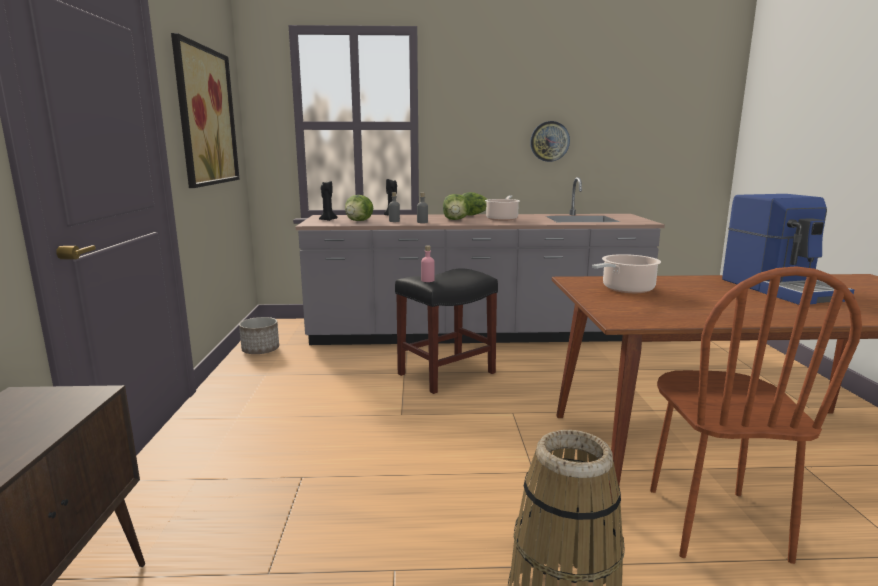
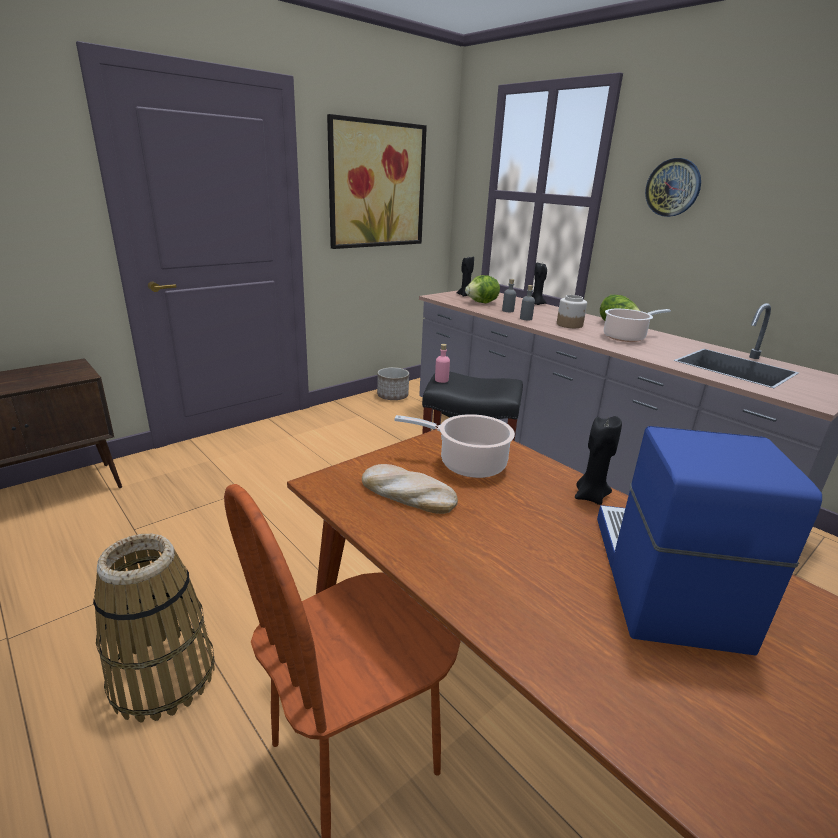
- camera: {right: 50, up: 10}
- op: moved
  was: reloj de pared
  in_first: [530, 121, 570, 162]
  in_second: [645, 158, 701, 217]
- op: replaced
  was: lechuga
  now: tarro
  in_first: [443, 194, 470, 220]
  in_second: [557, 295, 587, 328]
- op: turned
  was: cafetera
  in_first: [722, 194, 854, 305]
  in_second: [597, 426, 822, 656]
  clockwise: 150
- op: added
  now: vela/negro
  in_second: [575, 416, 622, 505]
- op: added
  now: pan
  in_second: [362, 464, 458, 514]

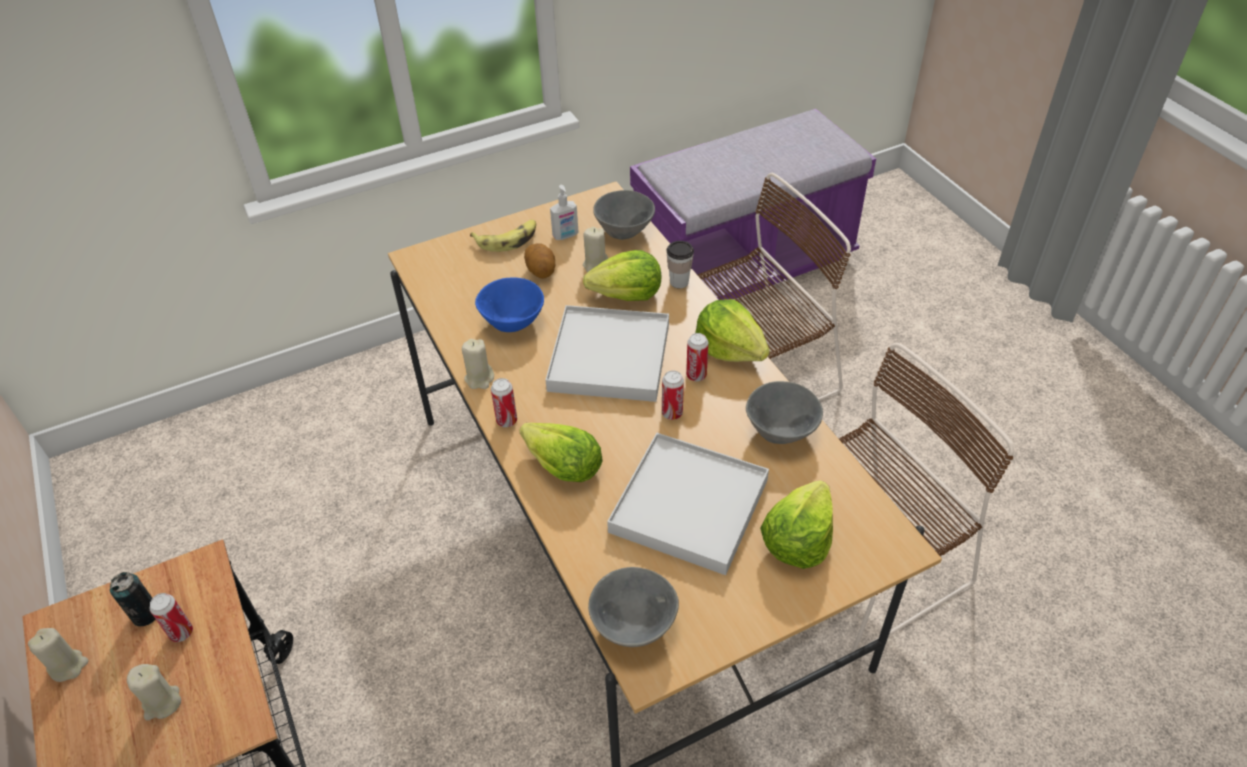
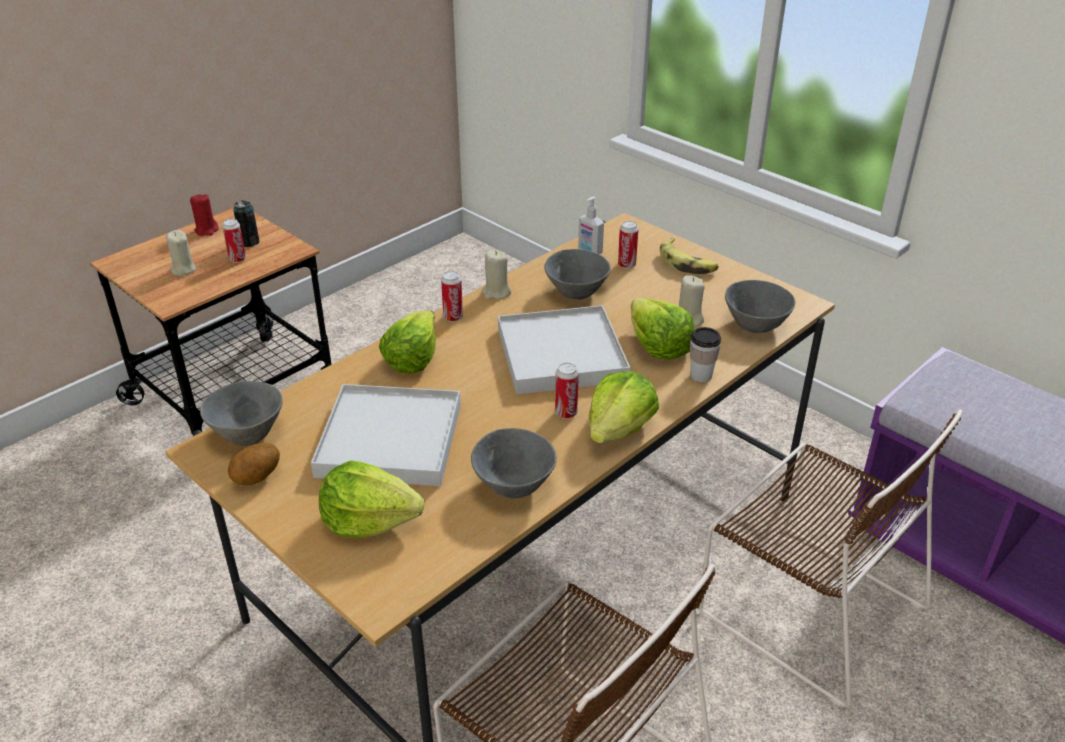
- camera: {right: 70, up: -10}
- op: moved
  was: dispensador de jabón
  in_first: [550, 185, 579, 240]
  in_second: [578, 196, 604, 254]
- op: moved
  was: patata
  in_first: [524, 243, 555, 278]
  in_second: [228, 442, 280, 485]
- op: recoloured
  was: cuenco/azul
  now: cuenco/gris
  in_first: [475, 278, 544, 332]
  in_second: [544, 249, 611, 300]
- op: moved
  was: lata
  in_first: [662, 371, 684, 420]
  in_second: [618, 221, 639, 269]
- op: recoloured
  was: vela/beis
  now: vela/rojo
  in_first: [28, 628, 88, 682]
  in_second: [190, 194, 219, 236]

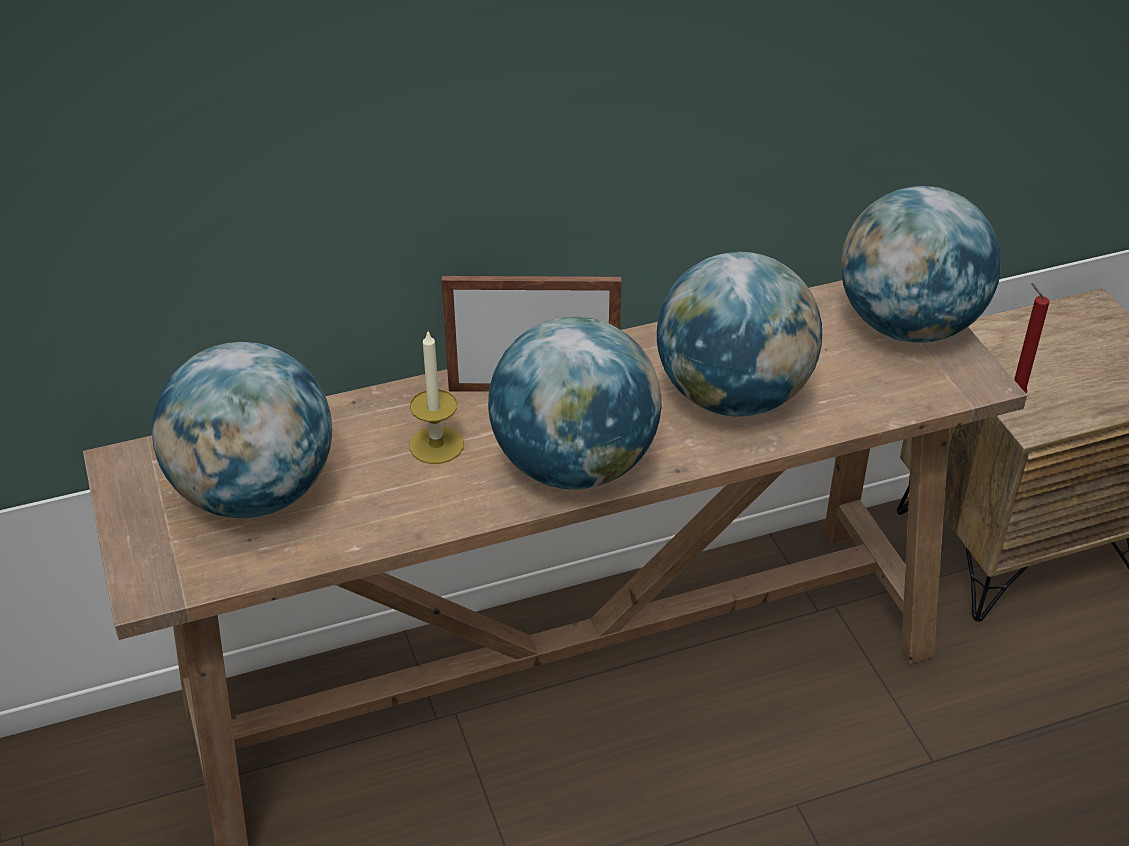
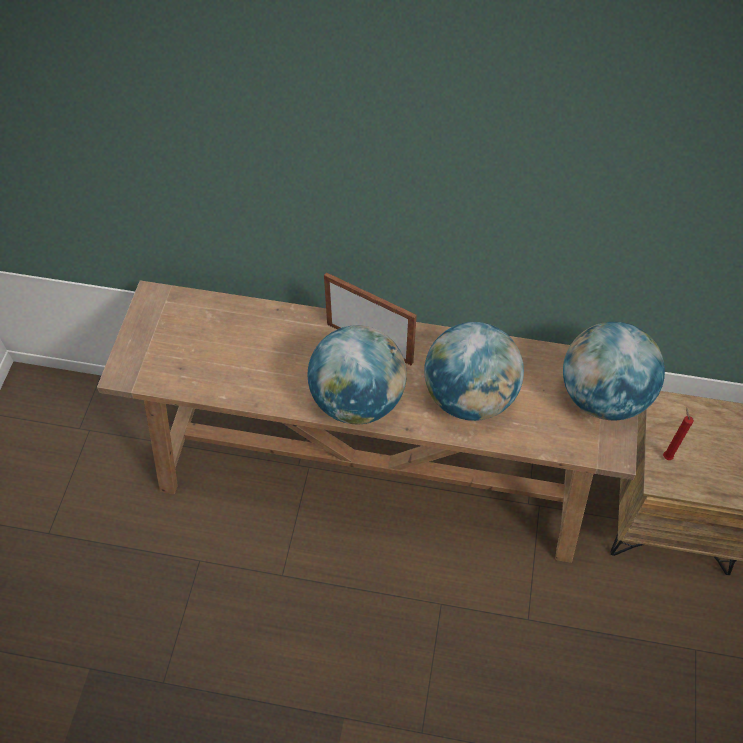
- camera: {right: 30, up: 15}
- op: removed
  was: vela
  in_first: [409, 332, 464, 464]
- op: removed
  was: globo terráqueo
  in_first: [152, 342, 332, 518]

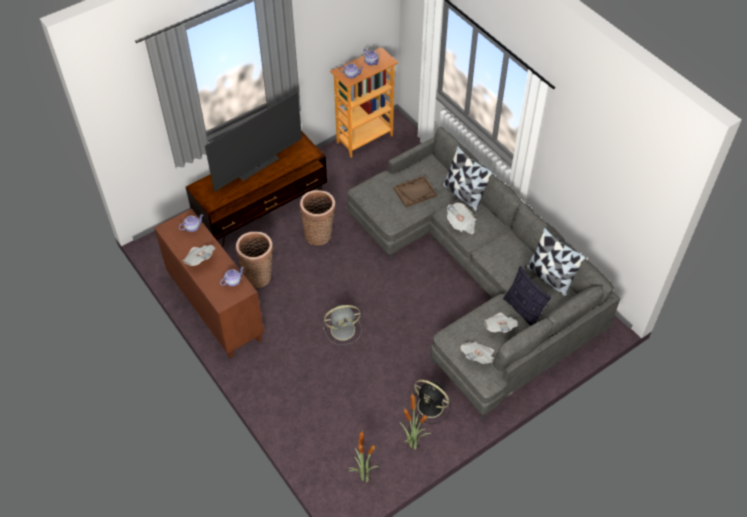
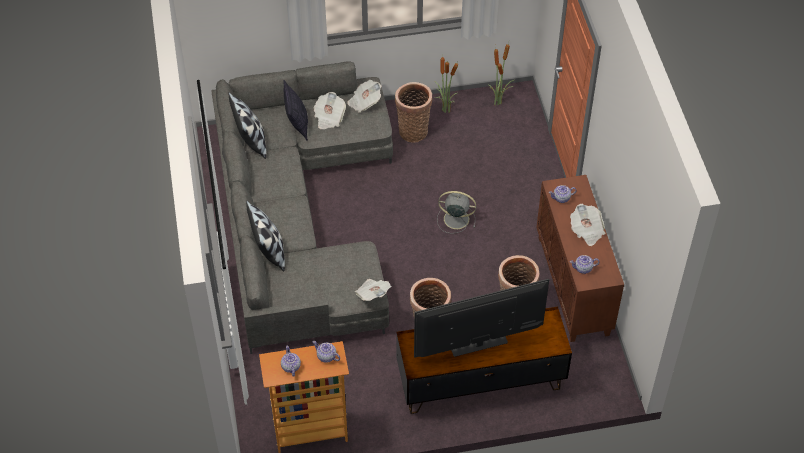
- camera: {right: -155, up: 0}
- op: removed
  was: bandeja/marrón
  in_first: [394, 175, 437, 207]
- op: moved
  was: periódico
  in_first: [447, 203, 476, 234]
  in_second: [355, 279, 391, 301]
- op: replaced
  was: ventilador/negro
  now: cesta
  in_first: [412, 380, 451, 424]
  in_second: [395, 82, 432, 143]

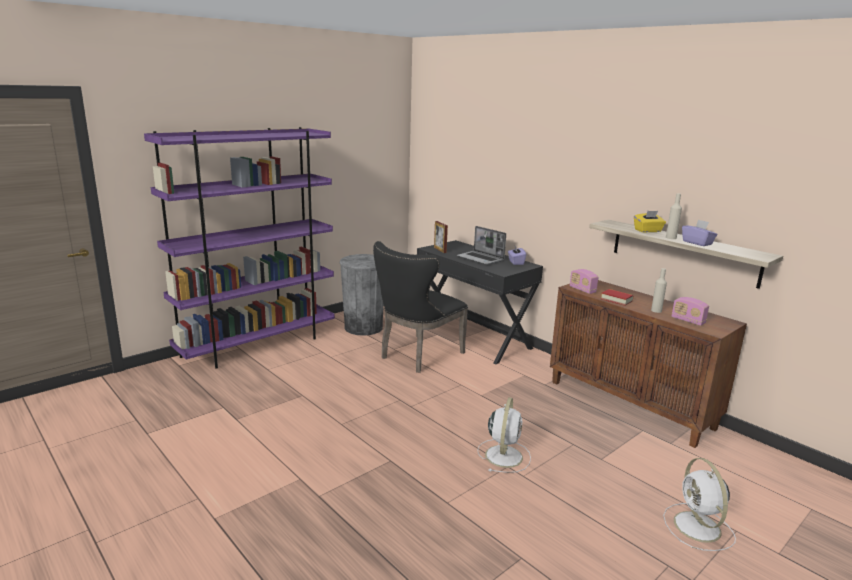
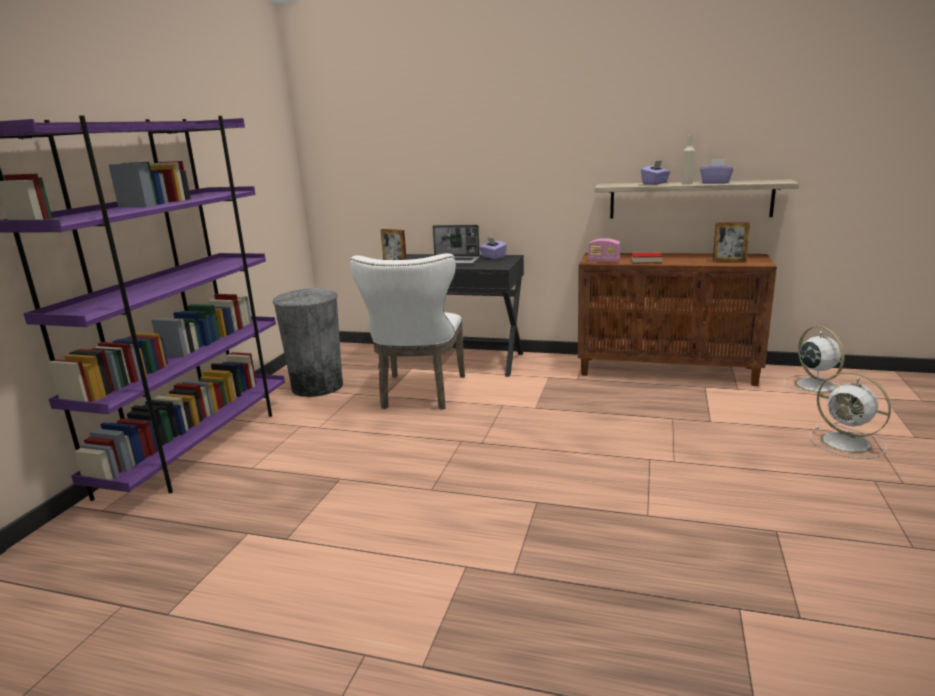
- camera: {right: -30, up: 0}
- op: recoloured
  was: caja de pañuelos/amarillo
  now: caja de pañuelos/morado
  in_first: [634, 211, 666, 233]
  in_second: [641, 160, 671, 185]
- op: recoloured
  was: silla/negro
  now: silla/blanco
  in_first: [373, 241, 468, 373]
  in_second: [350, 253, 465, 410]
- op: removed
  was: botella/beis
  in_first: [651, 268, 667, 313]
- op: replaced
  was: radio
  now: portarretratos
  in_first: [672, 297, 709, 326]
  in_second: [713, 222, 750, 263]
- op: moved
  was: ventilador/blanco
  in_first: [478, 397, 531, 473]
  in_second: [783, 326, 844, 397]

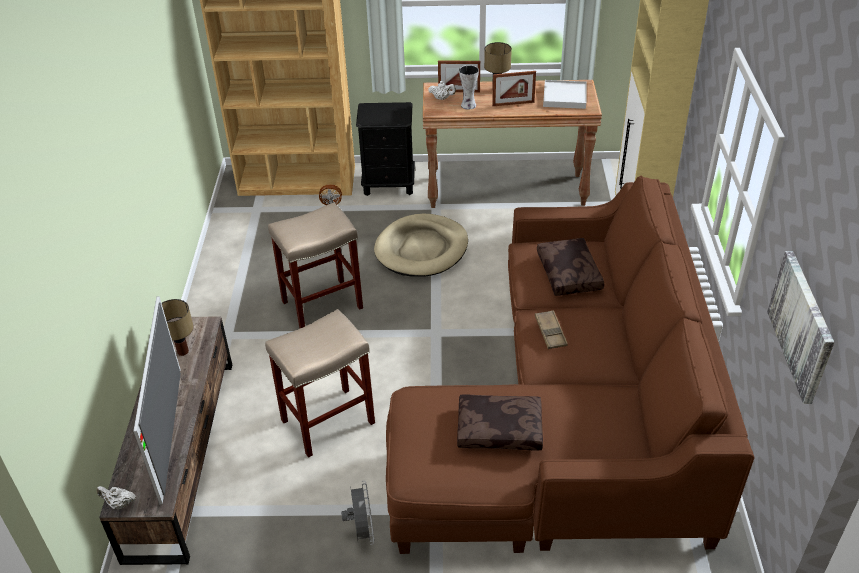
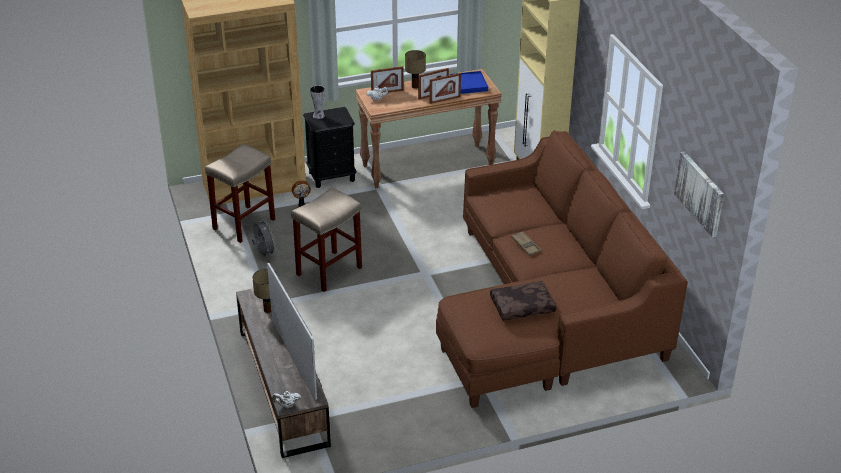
- camera: {right: -20, up: -5}
- op: moved
  was: florero
  in_first: [459, 65, 479, 110]
  in_second: [310, 85, 325, 119]
- op: recoloured
  was: bandeja/blanco
  now: bandeja/azul
  in_first: [543, 80, 587, 109]
  in_second: [449, 71, 488, 94]
- op: removed
  was: cama para perro/beis
  in_first: [374, 213, 468, 277]
- op: removed
  was: cojín/marrón
  in_first: [537, 238, 604, 296]
- op: moved
  was: taburete/beis
  in_first: [265, 309, 375, 458]
  in_second: [205, 144, 275, 243]
- op: moved
  was: ventilador/gris
  in_first: [341, 481, 374, 545]
  in_second: [252, 219, 276, 256]
- op: added
  now: portarretratos
  in_second: [430, 73, 461, 104]

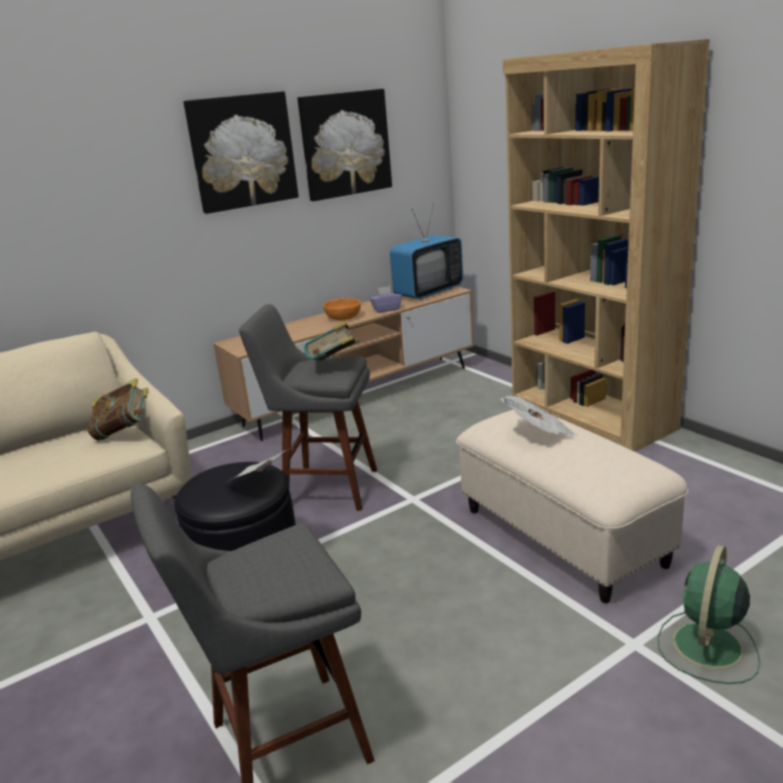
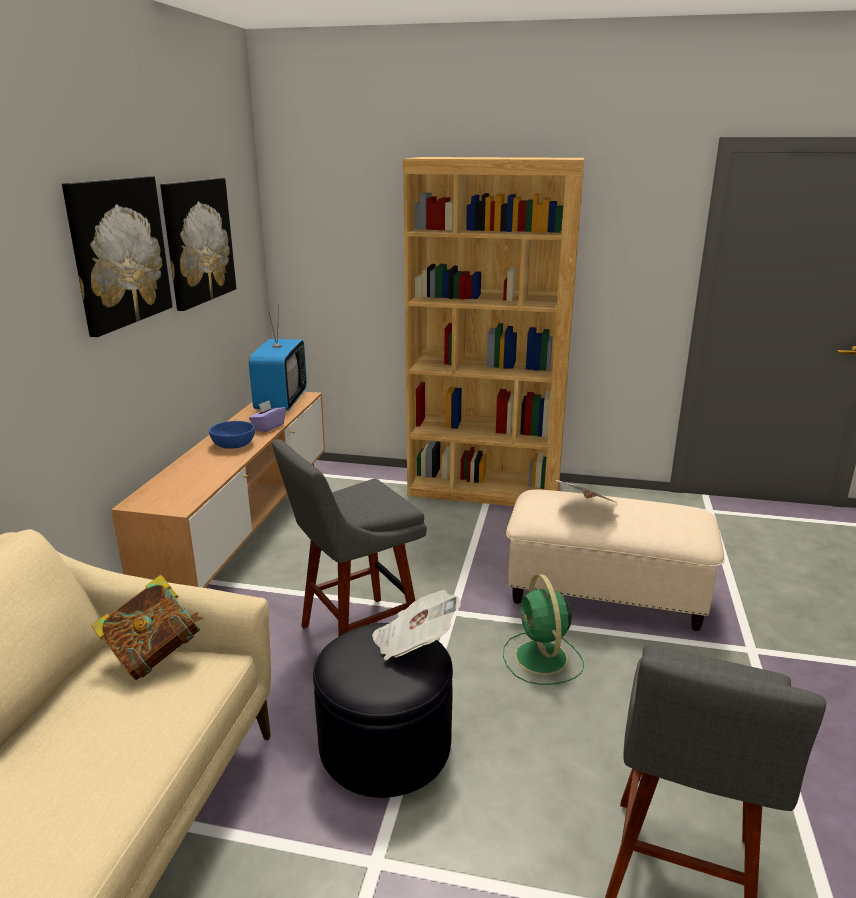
- camera: {right: -45, up: 0}
- op: recoloured
  was: cuenco/naranja
  now: cuenco/azul
  in_first: [323, 298, 361, 320]
  in_second: [209, 421, 255, 449]
- op: removed
  was: libro
  in_first: [304, 321, 359, 361]
- op: moved
  was: ventilador/verde
  in_first: [658, 545, 760, 684]
  in_second: [503, 574, 584, 685]

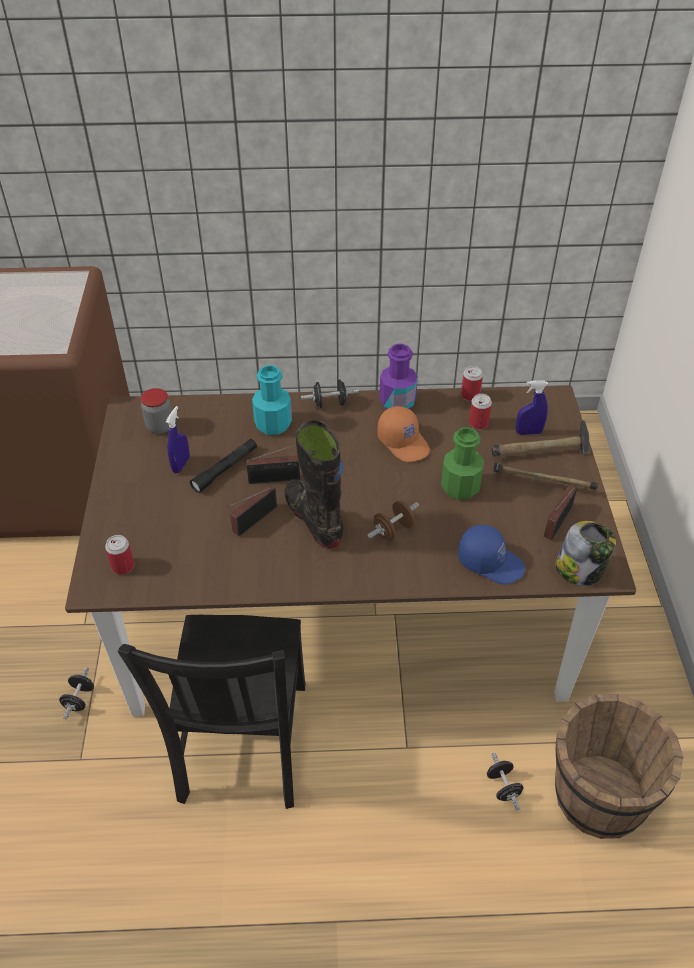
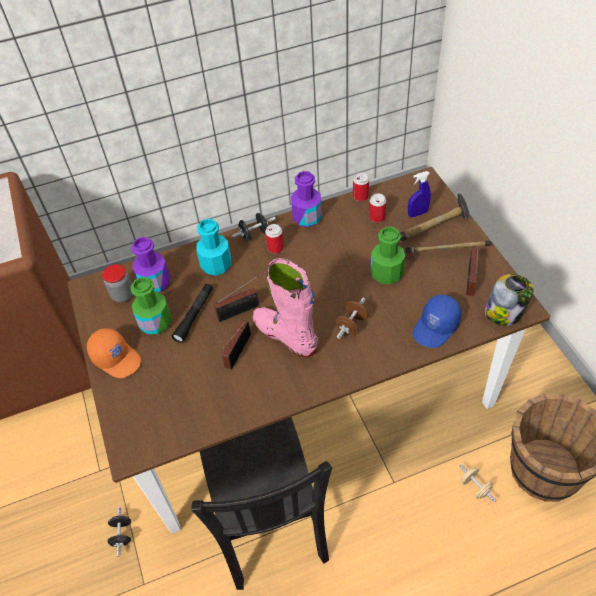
- camera: {right: -15, up: 5}
- op: replaced
  was: pulverizador/azul
  now: botella/verde
  in_first: [166, 406, 189, 473]
  in_second: [131, 277, 172, 334]
- op: moved
  was: gorra/naranja
  in_first: [377, 406, 430, 462]
  in_second: [87, 328, 141, 378]
- op: recoloured
  was: bota/negro
  now: bota/rosa
  in_first: [285, 419, 344, 548]
  in_second: [253, 258, 318, 357]
- op: turned
  was: gorra/azul
  in_first: [458, 525, 525, 585]
  in_second: [413, 294, 461, 348]
  clockwise: 120
- op: moved
  was: lata
  in_first: [105, 535, 134, 574]
  in_second: [265, 224, 284, 253]
- op: recoloured
  was: mancuerna/negro
  now: mancuerna/beis
  in_first: [487, 752, 524, 810]
  in_second: [459, 464, 497, 503]
- op: added
  now: botella/morado
  in_second: [131, 237, 171, 293]

